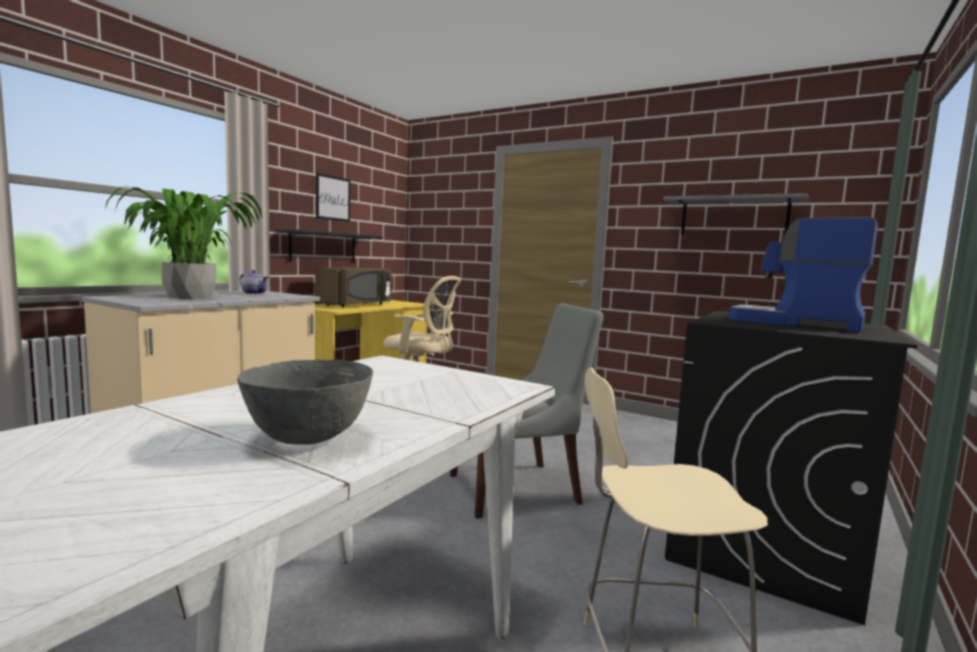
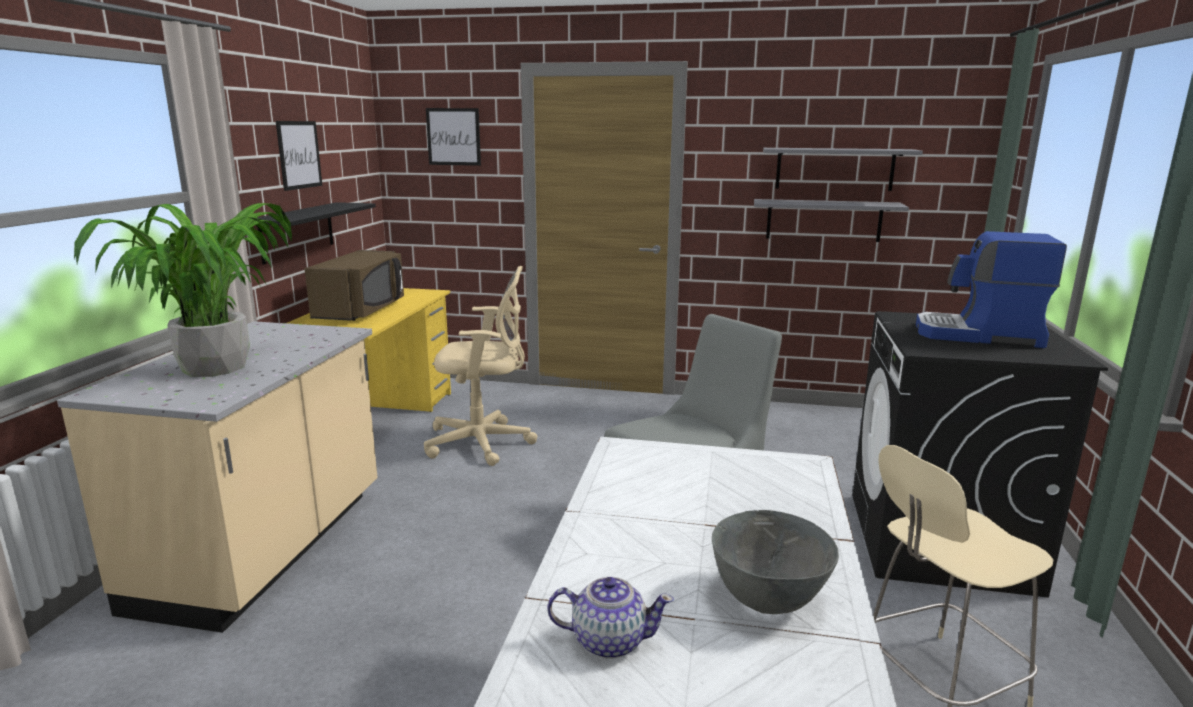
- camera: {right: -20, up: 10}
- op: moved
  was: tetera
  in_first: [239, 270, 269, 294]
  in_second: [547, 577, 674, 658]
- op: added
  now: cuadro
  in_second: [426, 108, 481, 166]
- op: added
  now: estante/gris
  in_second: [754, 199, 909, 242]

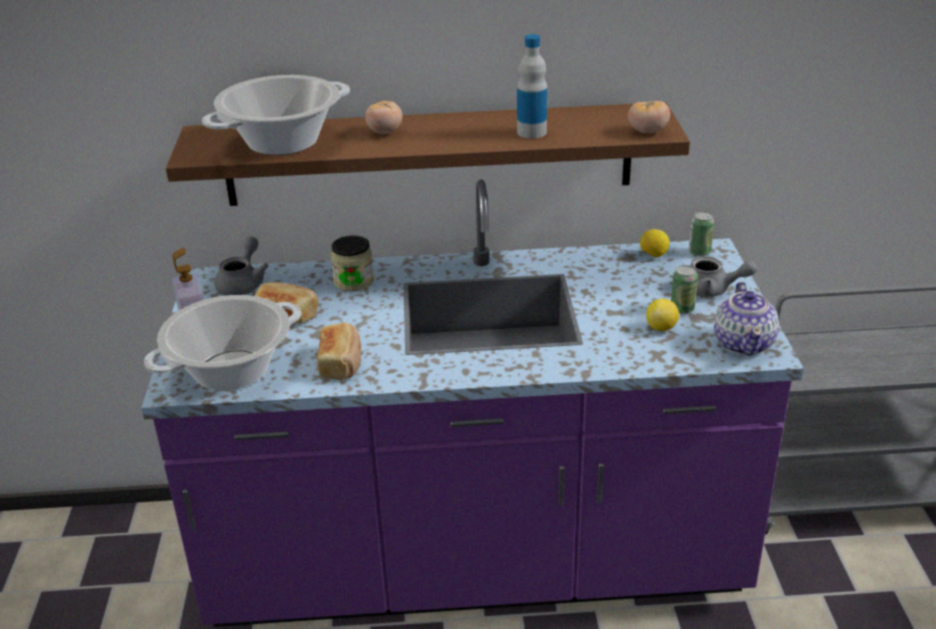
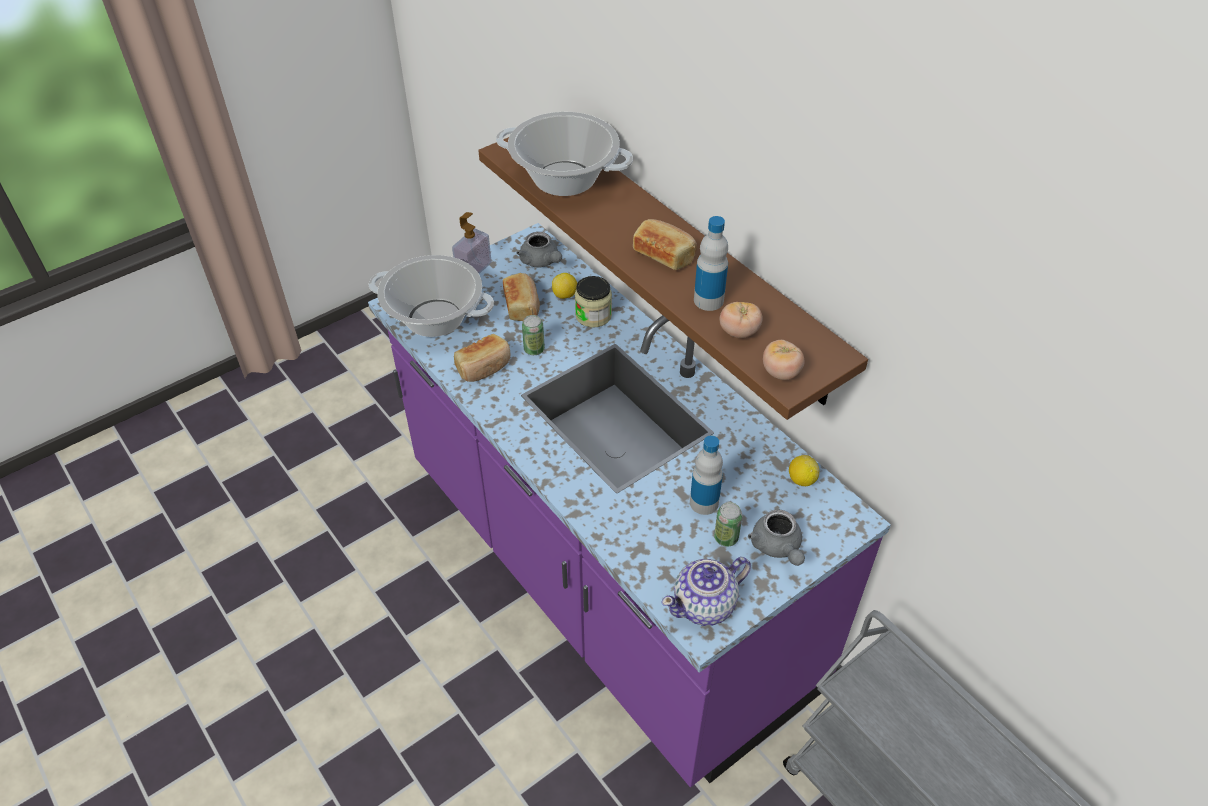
- camera: {right: 55, up: 15}
- op: moved
  was: tomate
  in_first: [365, 101, 402, 134]
  in_second: [719, 301, 763, 338]
- op: moved
  was: lata
  in_first: [689, 211, 714, 256]
  in_second: [522, 315, 545, 355]
- op: turned
  was: tetera/gris
  in_first: [214, 237, 268, 296]
  in_second: [516, 232, 562, 267]
  clockwise: 75
- op: moved
  was: limón
  in_first: [646, 299, 679, 331]
  in_second: [552, 273, 577, 299]
- op: added
  now: pan
  in_second: [633, 219, 697, 270]
- op: added
  now: botella
  in_second: [690, 436, 723, 515]

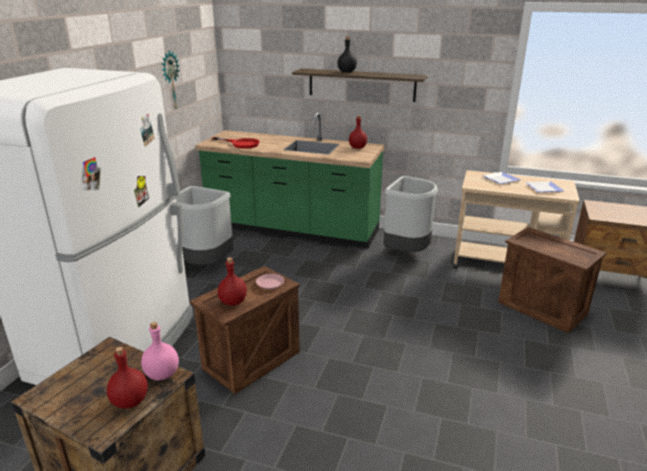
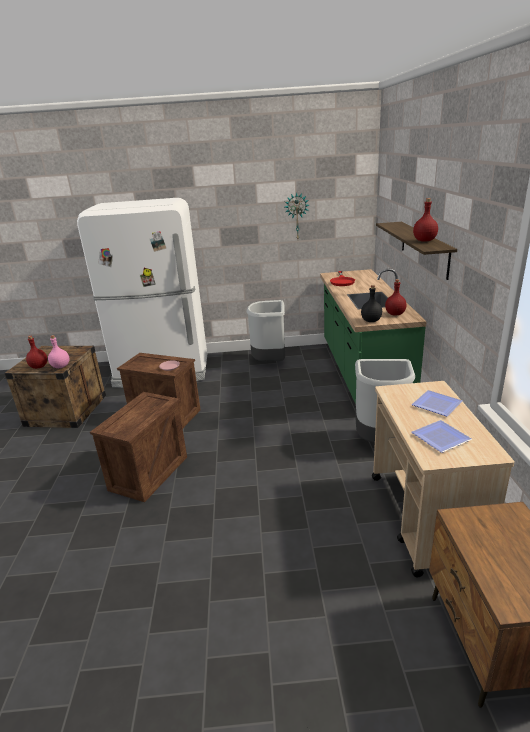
- camera: {right: 70, up: 0}
- op: moved
  was: botella/negro
  in_first: [338, 37, 357, 73]
  in_second: [361, 285, 382, 322]
- op: moved
  was: caja de embalaje
  in_first: [498, 227, 607, 333]
  in_second: [90, 392, 187, 502]
- op: moved
  was: botella/rojo
  in_first: [218, 257, 247, 306]
  in_second: [413, 198, 438, 242]

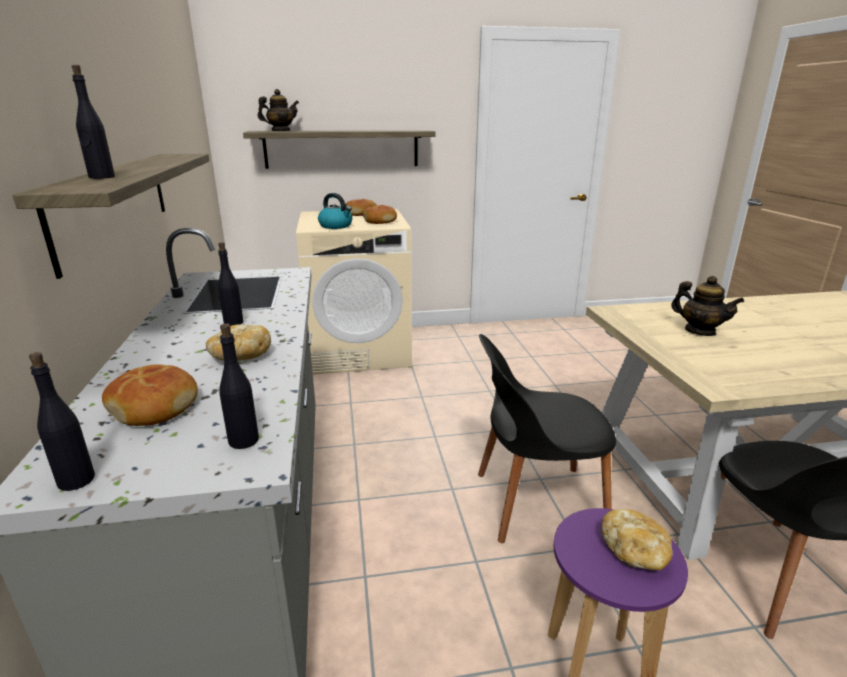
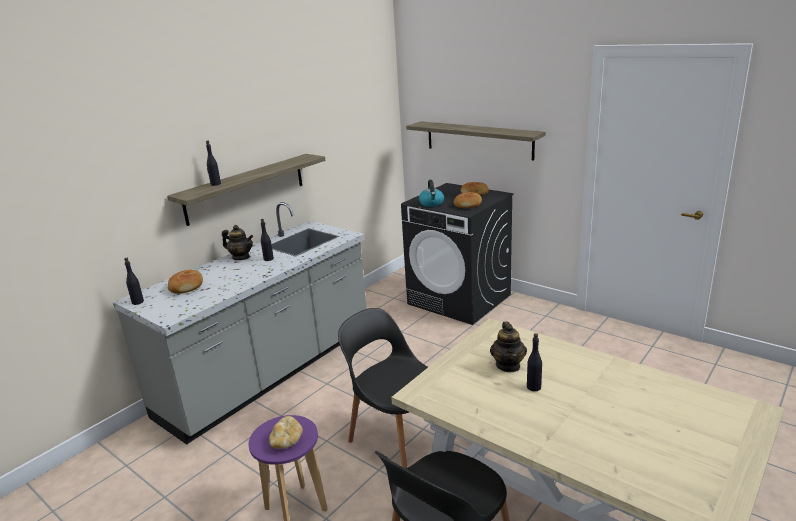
- camera: {right: 50, up: 0}
- op: moved
  was: tetera
  in_first: [258, 89, 299, 131]
  in_second: [222, 225, 253, 260]
- op: recoloured
  was: lavadora/beis
  now: lavadora/negro
  in_first: [296, 209, 412, 375]
  in_second: [401, 183, 514, 325]
- op: moved
  was: botella/negro
  in_first: [219, 323, 259, 449]
  in_second: [527, 333, 542, 391]
- op: removed
  was: pan
  in_first: [206, 324, 271, 361]

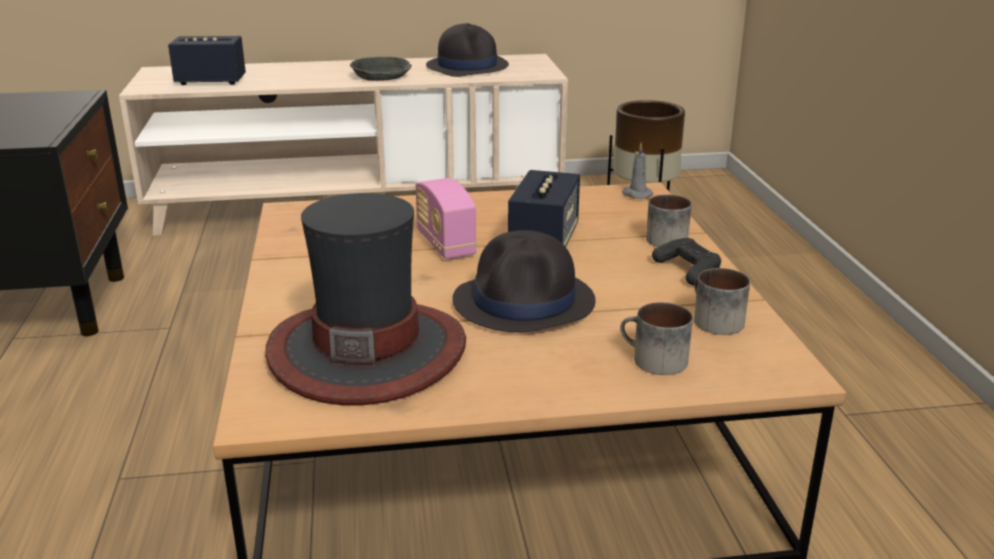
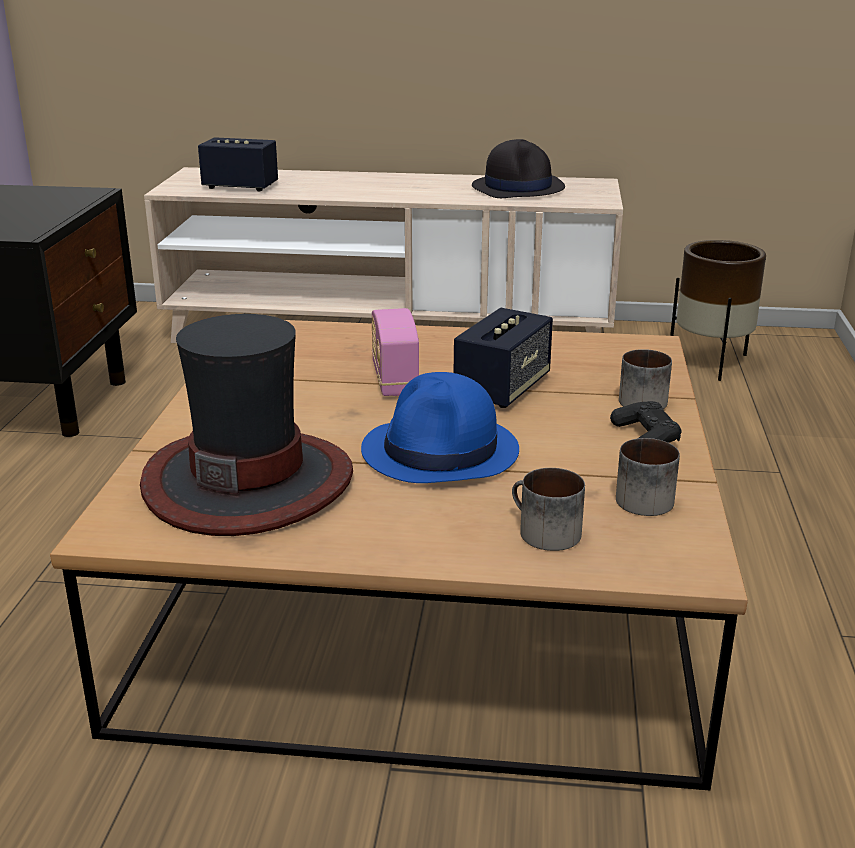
- camera: {right: 15, up: 0}
- op: removed
  was: cuenco/gris
  in_first: [350, 57, 412, 81]
- op: removed
  was: vela/gris
  in_first: [622, 143, 653, 199]
- op: recoloured
  was: sombrero/negro
  now: sombrero/azul
  in_first: [452, 230, 595, 332]
  in_second: [361, 372, 519, 483]

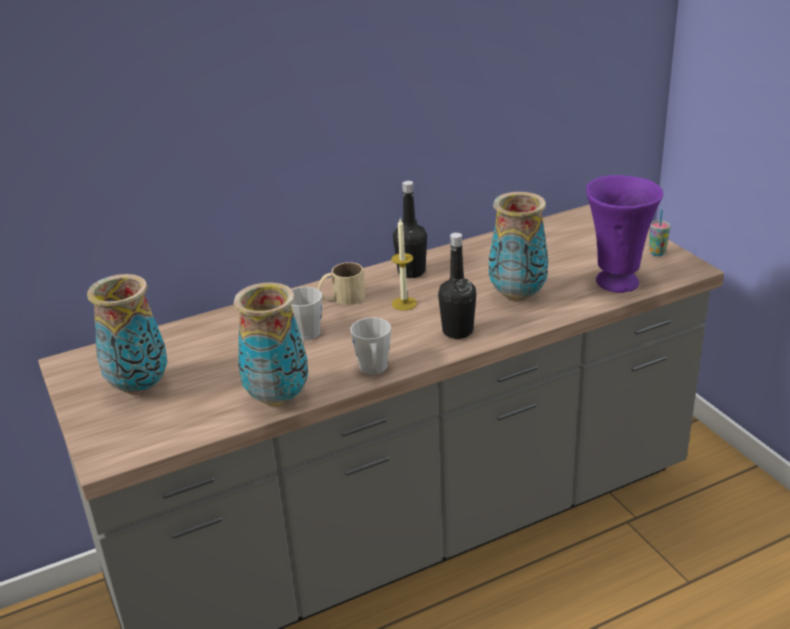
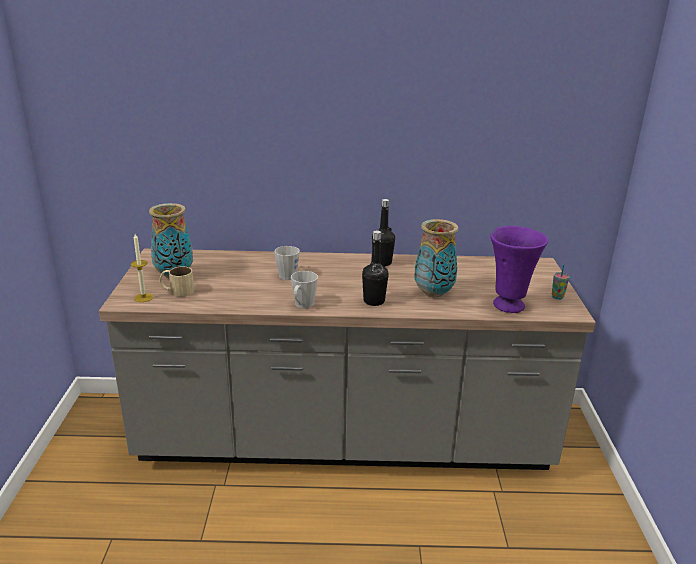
- camera: {right: 25, up: -5}
- op: moved
  was: vela
  in_first: [391, 219, 417, 311]
  in_second: [131, 234, 153, 302]
- op: moved
  was: taza grande/beis
  in_first: [318, 262, 365, 305]
  in_second: [159, 267, 194, 297]
- op: removed
  was: florero
  in_first: [234, 282, 308, 407]

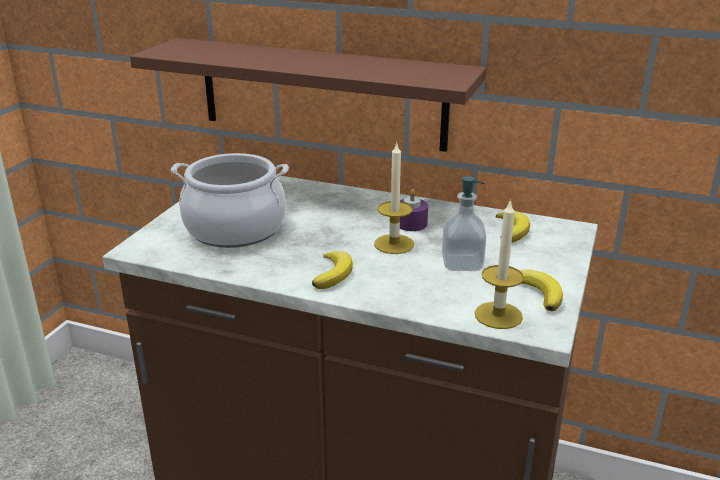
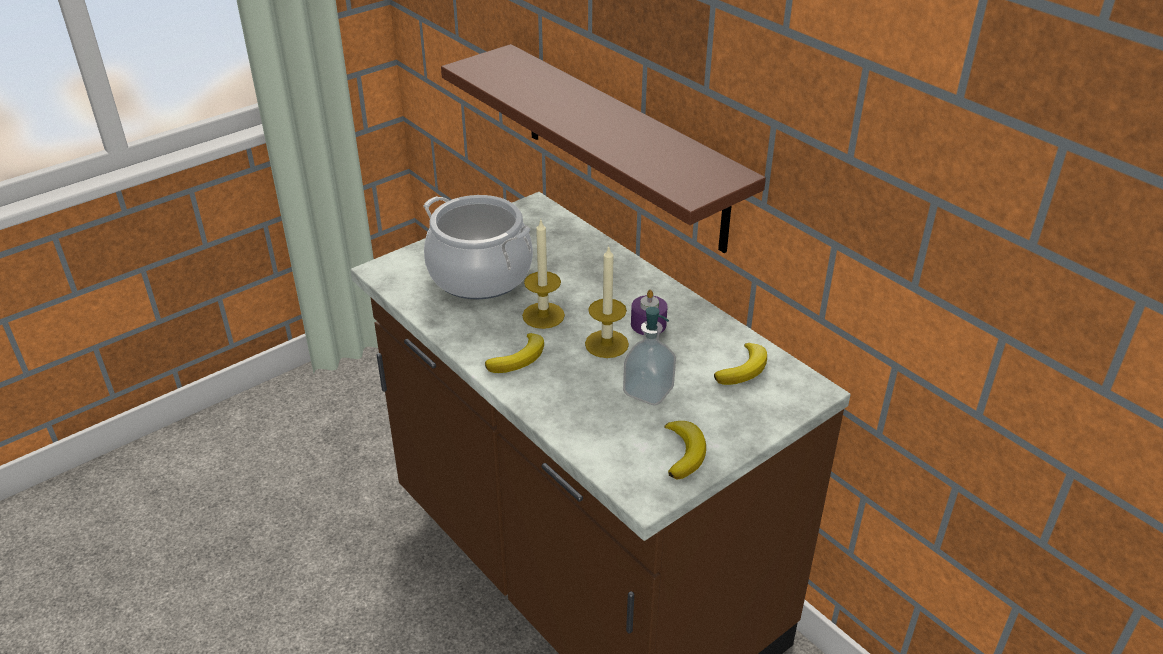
- camera: {right: 30, up: 10}
- op: moved
  was: vela
  in_first: [475, 199, 524, 329]
  in_second: [522, 220, 565, 329]

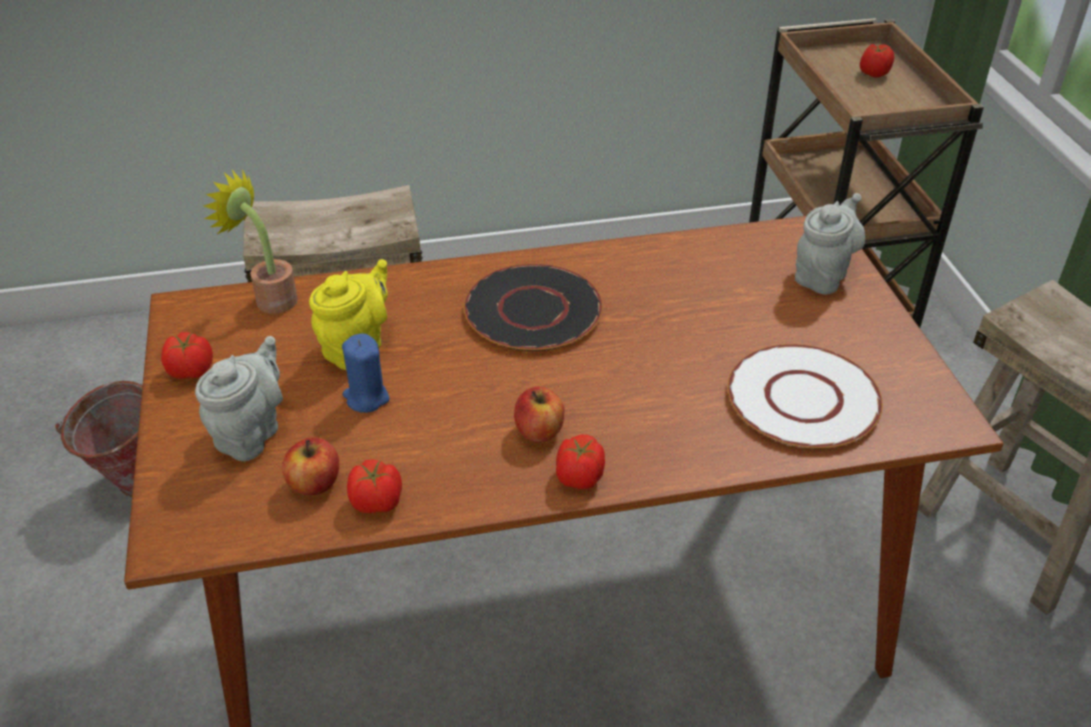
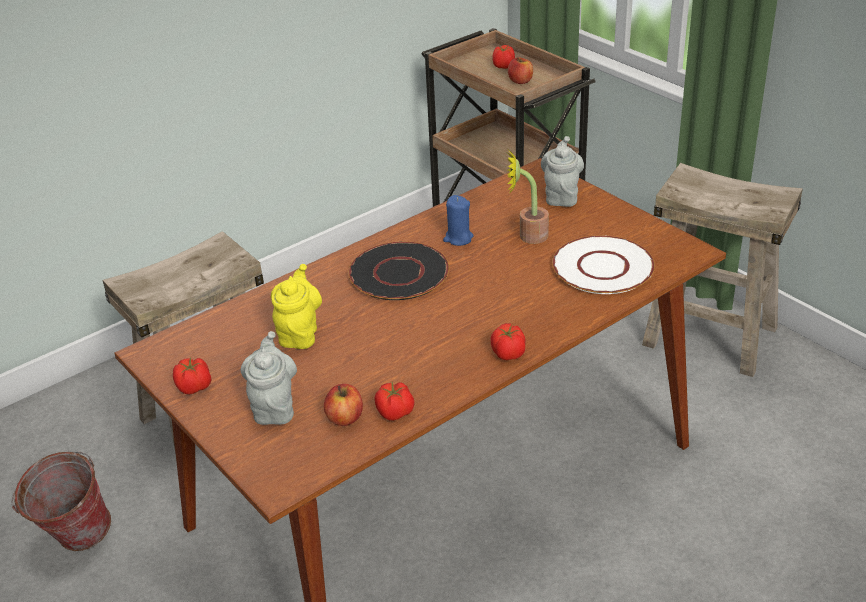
- camera: {right: -25, up: -5}
- op: moved
  was: planta en maceta
  in_first: [204, 169, 298, 314]
  in_second: [507, 149, 549, 244]
- op: moved
  was: vela/azul
  in_first: [342, 334, 389, 413]
  in_second: [443, 195, 473, 246]
- op: moved
  was: manzana
  in_first: [514, 386, 565, 442]
  in_second: [508, 57, 533, 84]

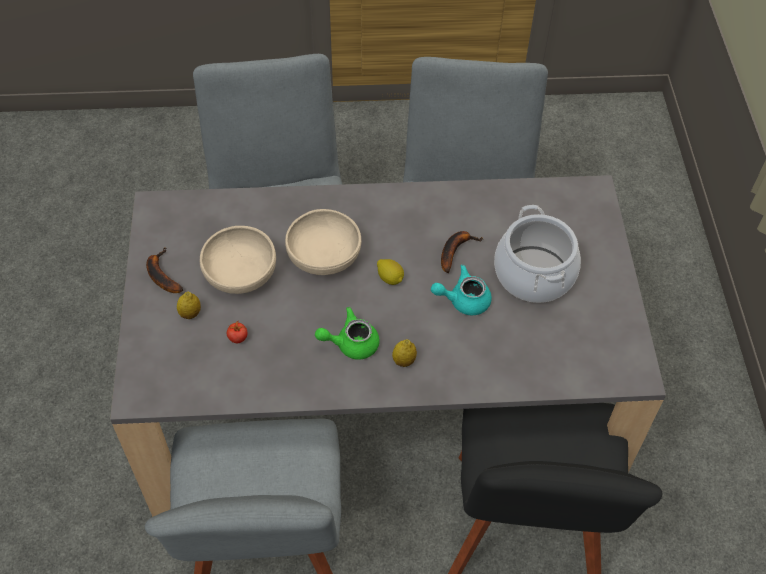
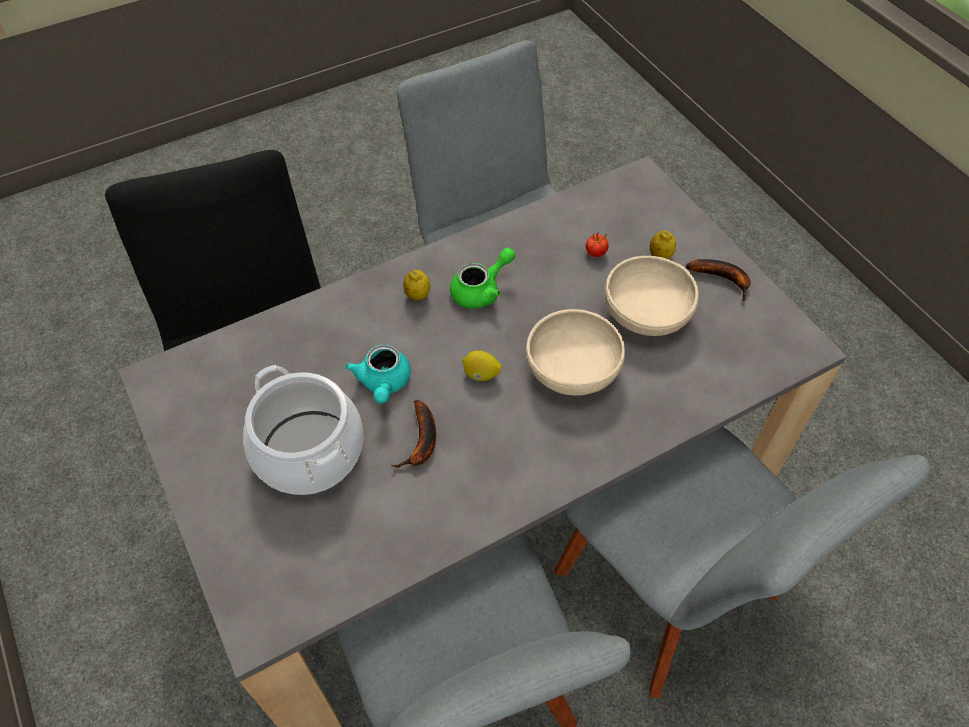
- camera: {right: 155, up: 0}
- op: turned
  was: tetera/turquesa
  in_first: [431, 265, 492, 315]
  in_second: [345, 345, 411, 404]
  clockwise: 120

